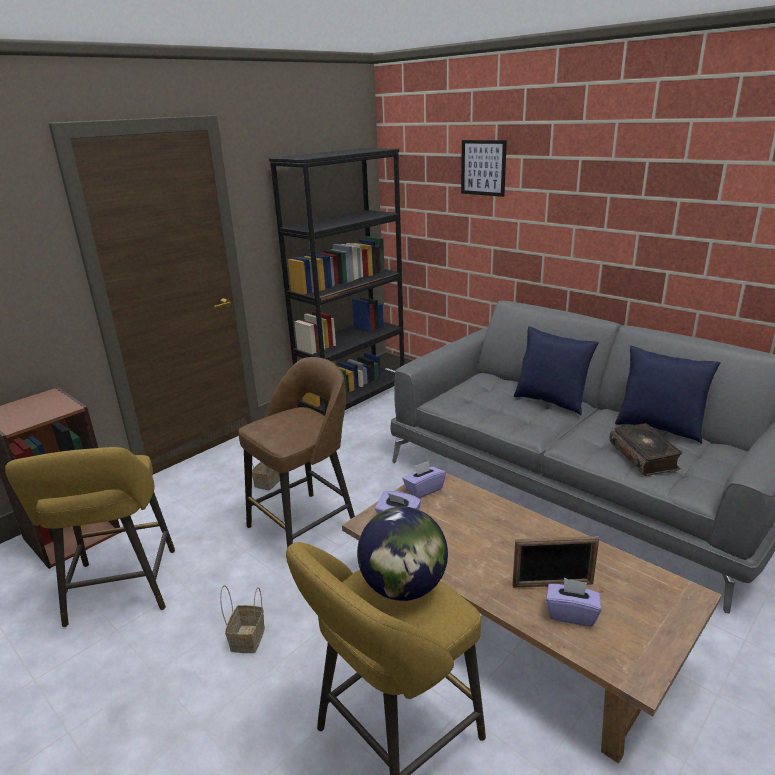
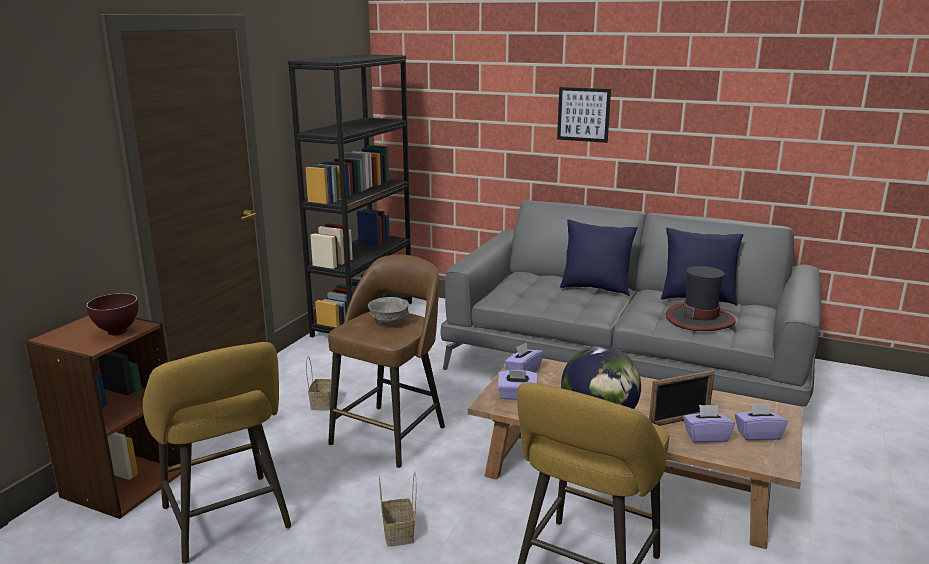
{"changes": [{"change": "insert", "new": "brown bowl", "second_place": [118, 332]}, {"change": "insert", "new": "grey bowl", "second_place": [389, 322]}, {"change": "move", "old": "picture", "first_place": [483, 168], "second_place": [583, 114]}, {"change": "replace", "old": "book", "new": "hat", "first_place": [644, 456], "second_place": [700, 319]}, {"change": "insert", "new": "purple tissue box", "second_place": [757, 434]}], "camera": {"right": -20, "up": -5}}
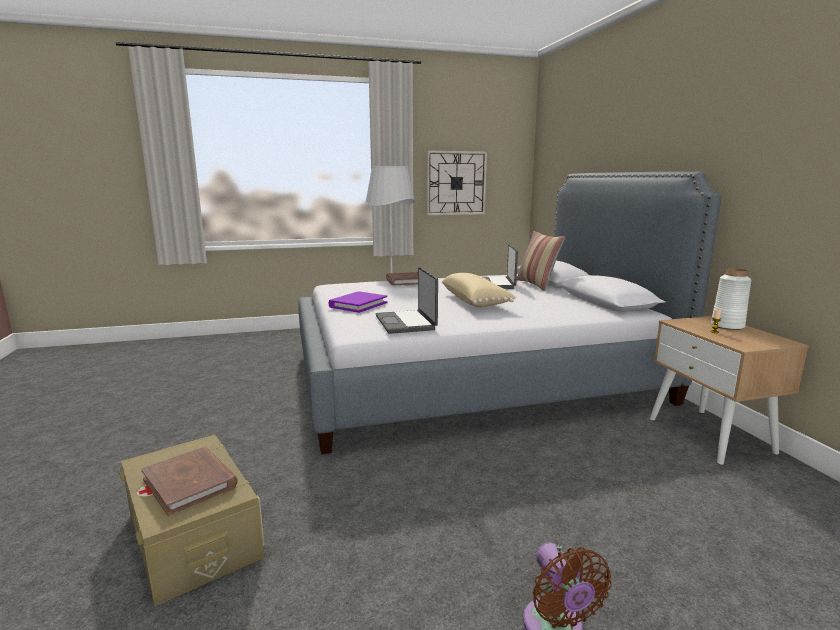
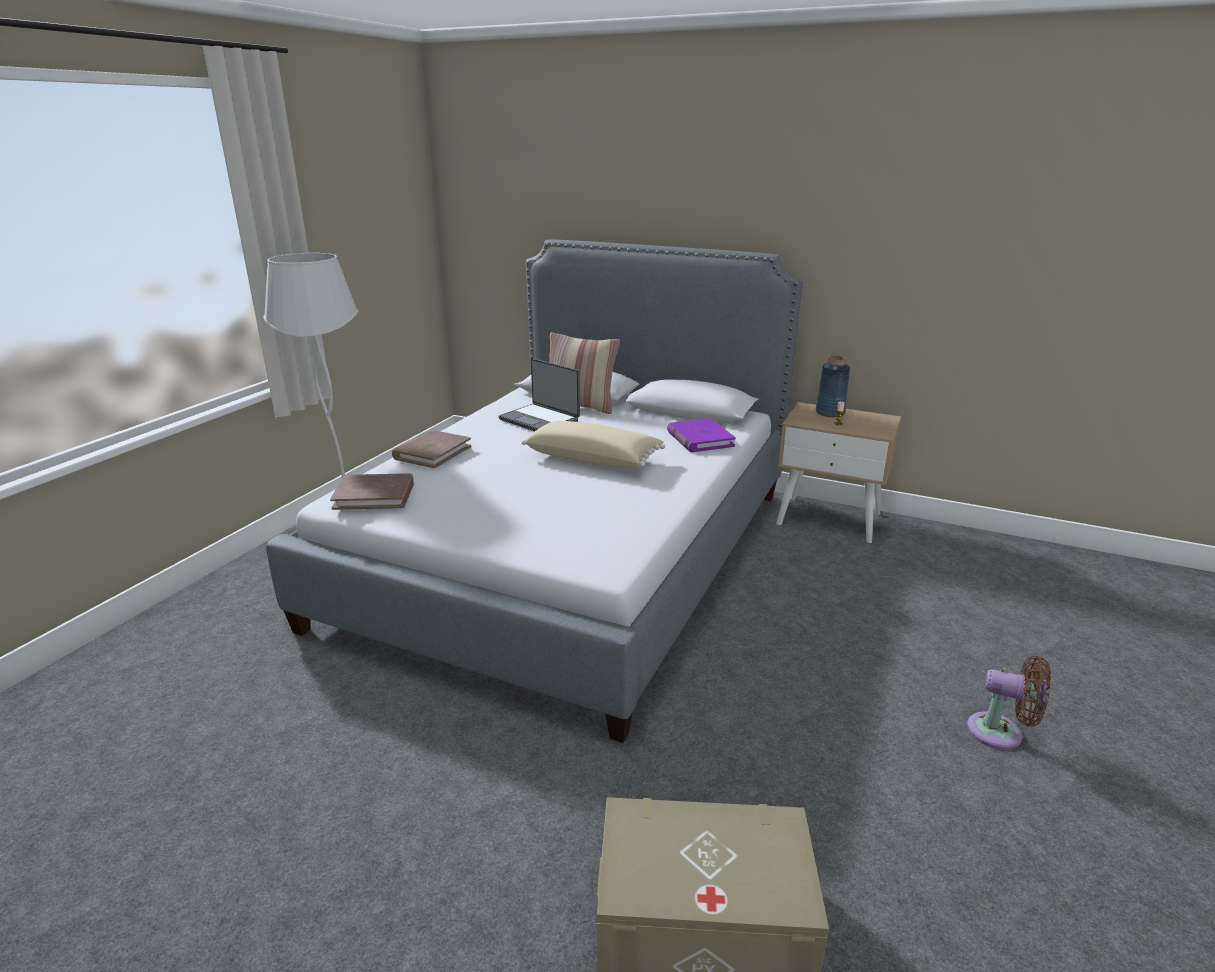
{"changes": [{"change": "move", "old": "brown book", "first_place": [190, 483], "second_place": [374, 495]}, {"change": "move", "old": "purple book", "first_place": [358, 305], "second_place": [699, 439]}, {"change": "recolor", "old": "white vase", "new": "blue vase", "first_place": [727, 326], "second_place": [830, 412]}, {"change": "delete", "old": "laptop", "first_place": [406, 323]}, {"change": "delete", "old": "wall clock", "first_place": [456, 183]}], "camera": {"right": -50, "up": 10}}
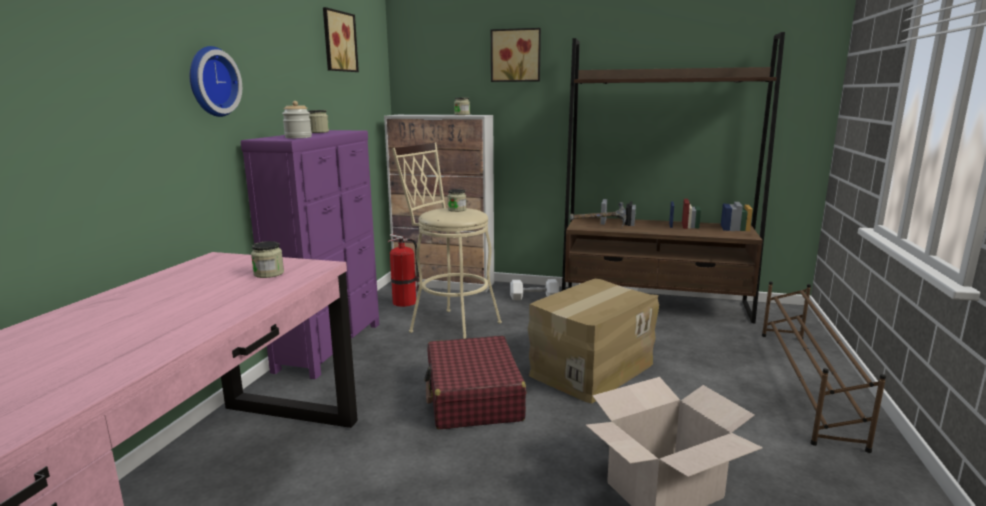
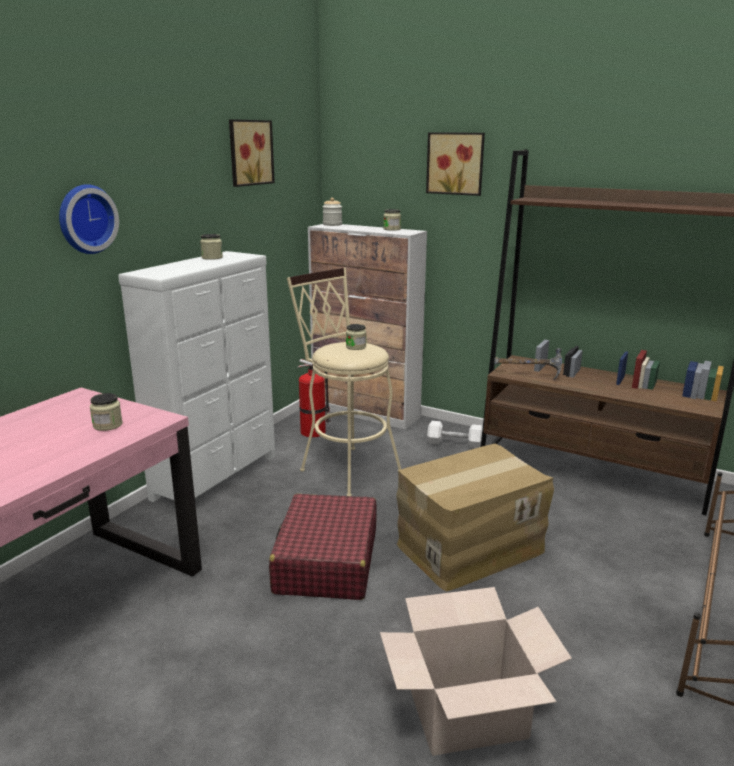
{"changes": [{"change": "recolor", "old": "purple dresser", "new": "white dresser", "first_place": [331, 346], "second_place": [217, 477]}, {"change": "move", "old": "jar", "first_place": [298, 137], "second_place": [332, 224]}], "camera": {"right": 15, "up": 5}}
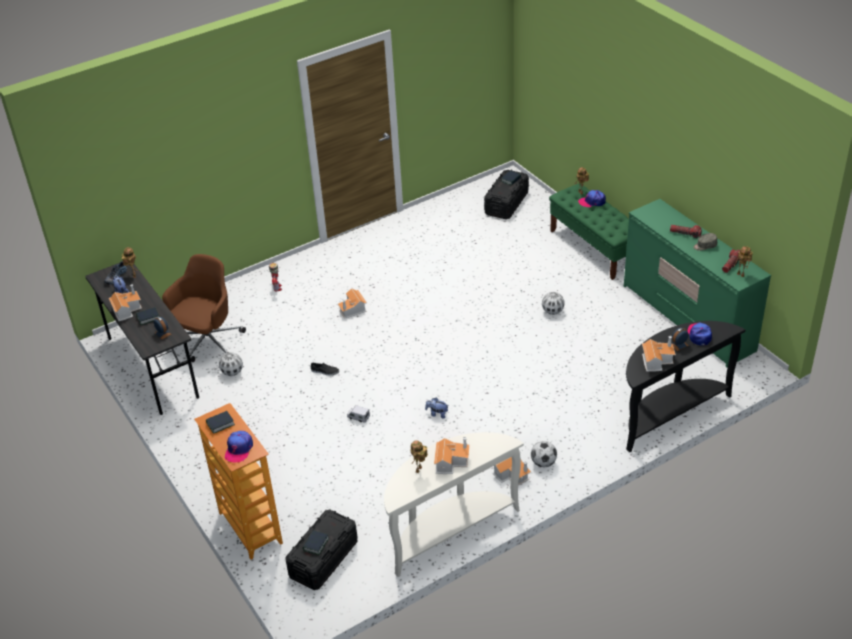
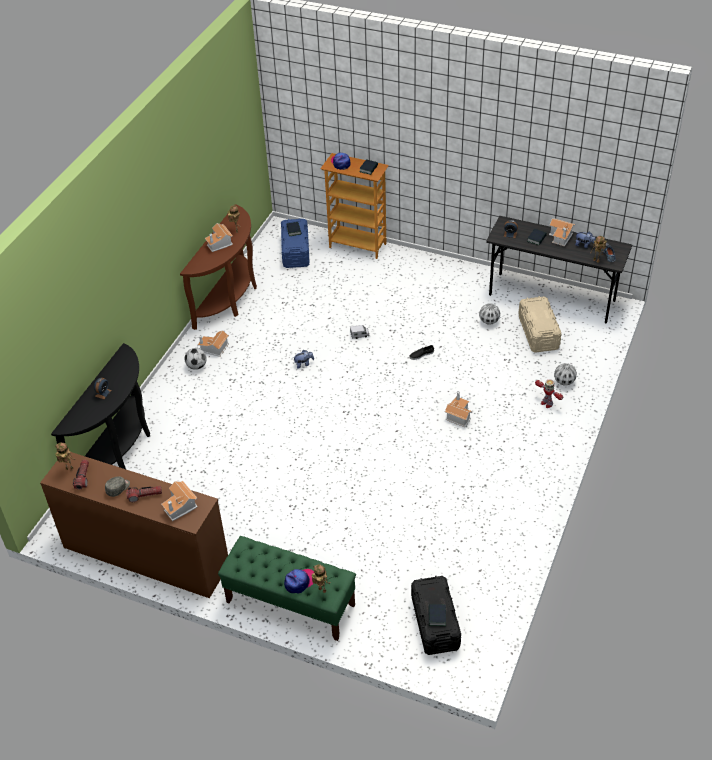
{"changes": [{"change": "recolor", "old": "green dresser", "new": "brown dresser", "first_place": [688, 318], "second_place": [145, 555]}, {"change": "move", "old": "toy house", "first_place": [657, 360], "second_place": [180, 507]}, {"change": "recolor", "old": "white console table", "new": "brown console table", "first_place": [448, 530], "second_place": [231, 298]}, {"change": "recolor", "old": "black storage box", "new": "blue storage box", "first_place": [323, 559], "second_place": [296, 251]}, {"change": "replace", "old": "brown office chair", "new": "beige storage box", "first_place": [207, 342], "second_place": [538, 333]}, {"change": "move", "old": "football", "first_place": [553, 312], "second_place": [564, 382]}, {"change": "delete", "old": "cap", "first_place": [699, 335]}], "camera": {"right": 145, "up": 5}}
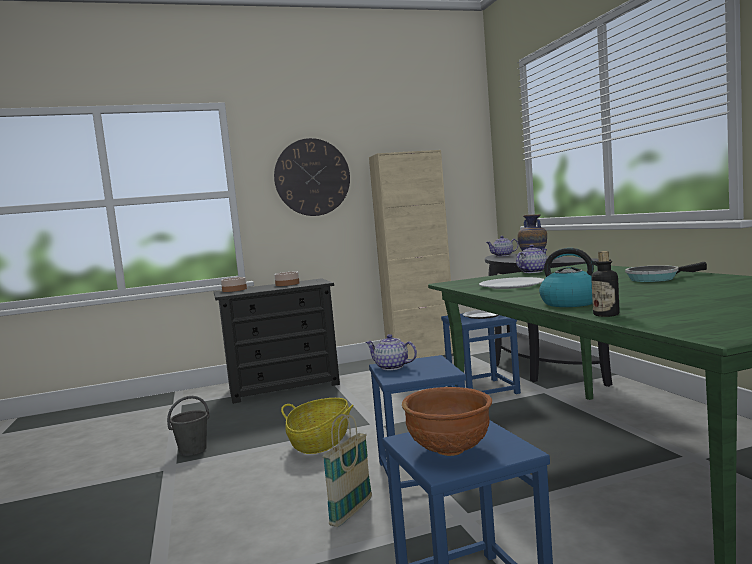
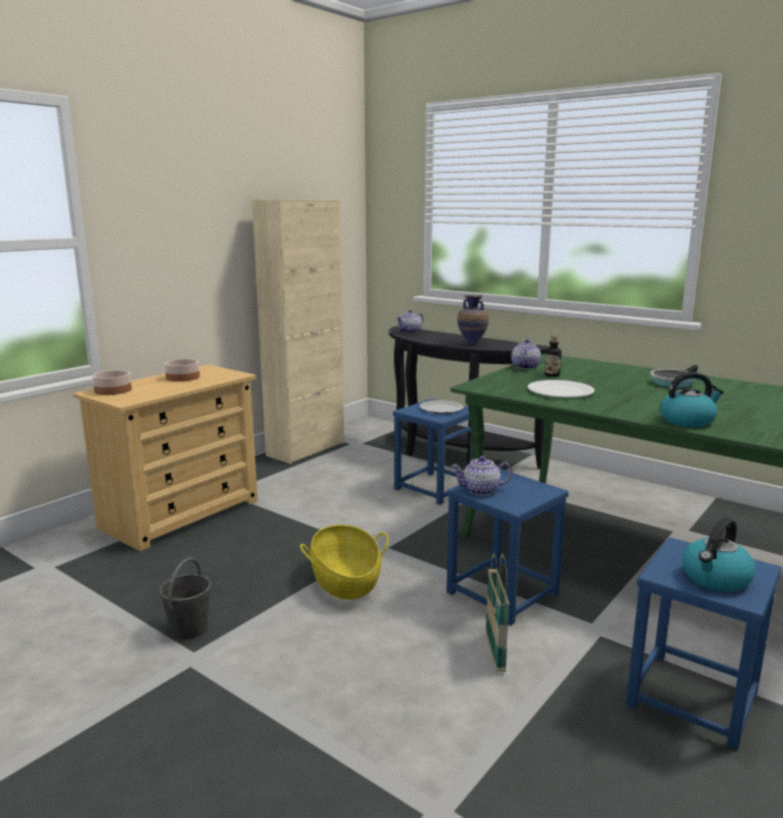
{"changes": [{"change": "recolor", "old": "black dresser", "new": "beige dresser", "first_place": [284, 386], "second_place": [181, 514]}, {"change": "move", "old": "bottle", "first_place": [606, 315], "second_place": [551, 375]}, {"change": "replace", "old": "brown bowl", "new": "kettle", "first_place": [451, 451], "second_place": [715, 579]}, {"change": "delete", "old": "wall clock", "first_place": [312, 177]}], "camera": {"right": -35, "up": 10}}
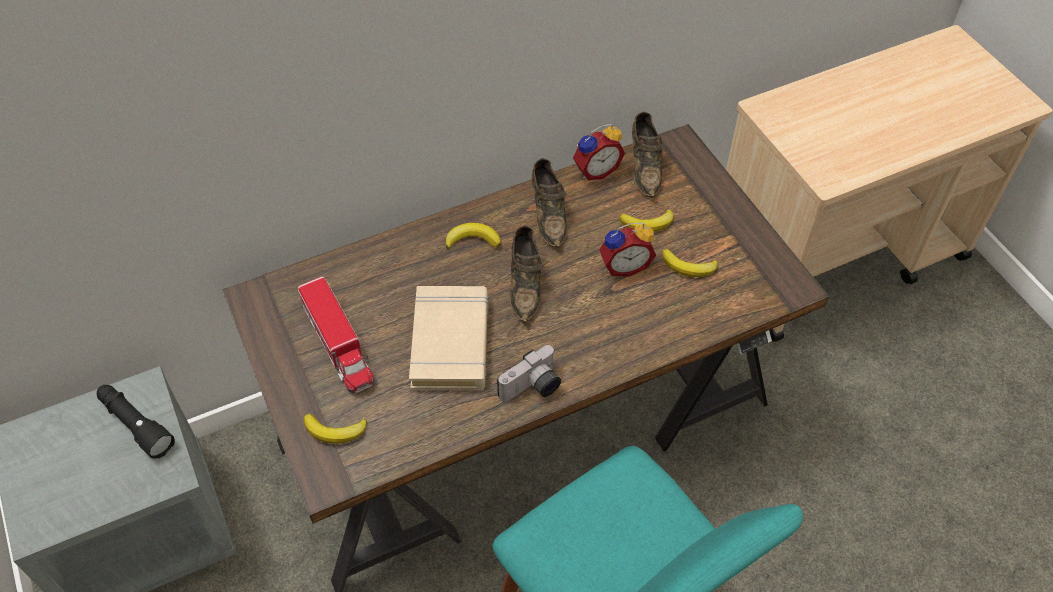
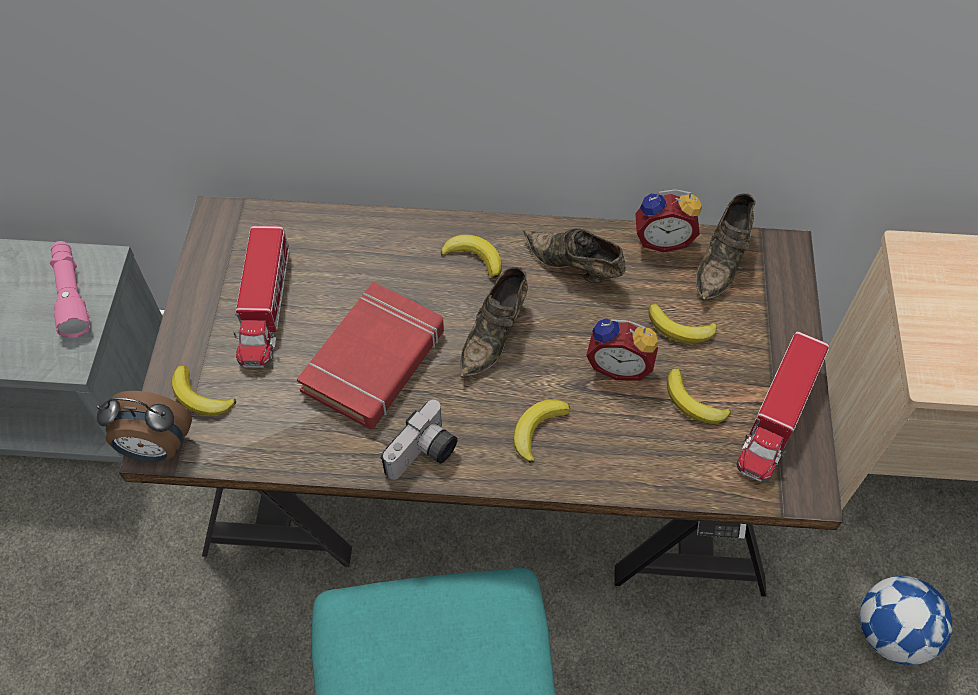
{"changes": [{"change": "recolor", "old": "black flashlight", "new": "pink flashlight", "first_place": [136, 425], "second_place": [72, 294]}, {"change": "insert", "new": "alarm clock", "second_place": [156, 448]}, {"change": "recolor", "old": "beige book", "new": "red book", "first_place": [451, 343], "second_place": [374, 361]}, {"change": "rotate", "old": "photo camera", "first_place": [532, 388], "second_place": [424, 454], "degrees": -45}, {"change": "insert", "new": "banana", "second_place": [537, 429]}, {"change": "rotate", "old": "brown shoe", "first_place": [548, 215], "second_place": [574, 267], "degrees": 105}, {"change": "insert", "new": "toy truck", "second_place": [777, 415]}, {"change": "insert", "new": "football", "second_place": [891, 632]}], "camera": {"right": 30, "up": 5}}
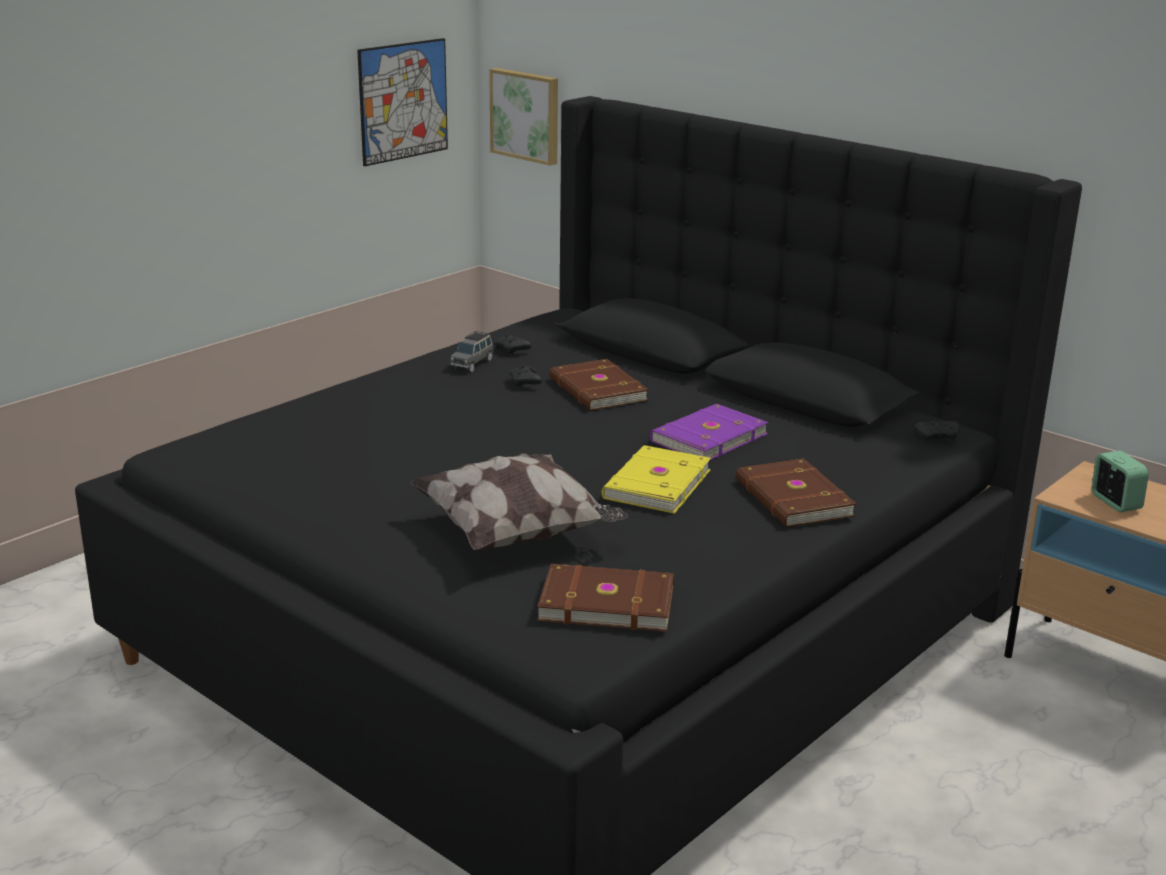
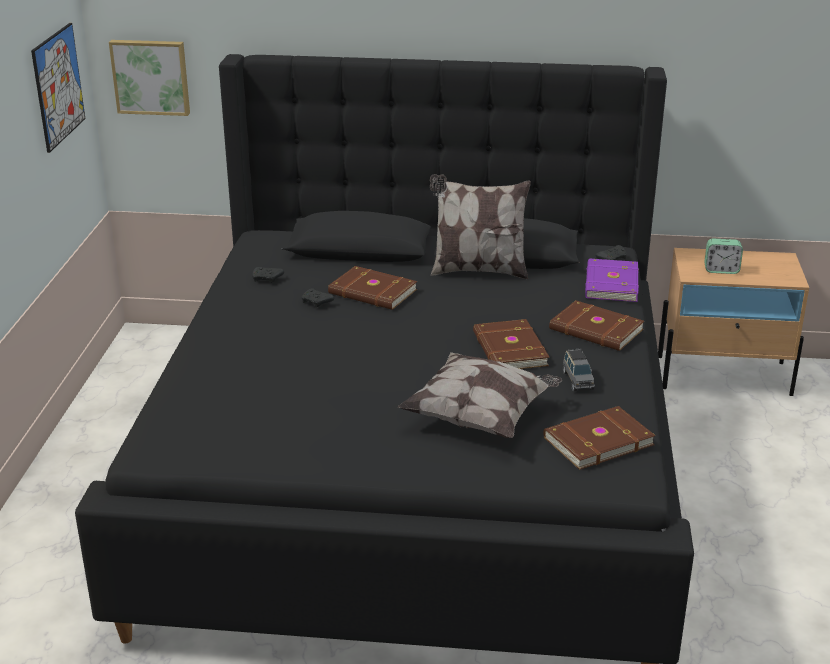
{"changes": [{"change": "insert", "new": "pillow", "second_place": [477, 270]}, {"change": "recolor", "old": "yellow book", "new": "brown book", "first_place": [654, 484], "second_place": [508, 350]}, {"change": "move", "old": "grey toy car", "first_place": [472, 364], "second_place": [577, 380]}, {"change": "move", "old": "purple book", "first_place": [707, 437], "second_place": [610, 284]}, {"change": "rotate", "old": "alarm clock", "first_place": [1115, 502], "second_place": [721, 270], "degrees": 150}], "camera": {"right": -35, "up": 5}}
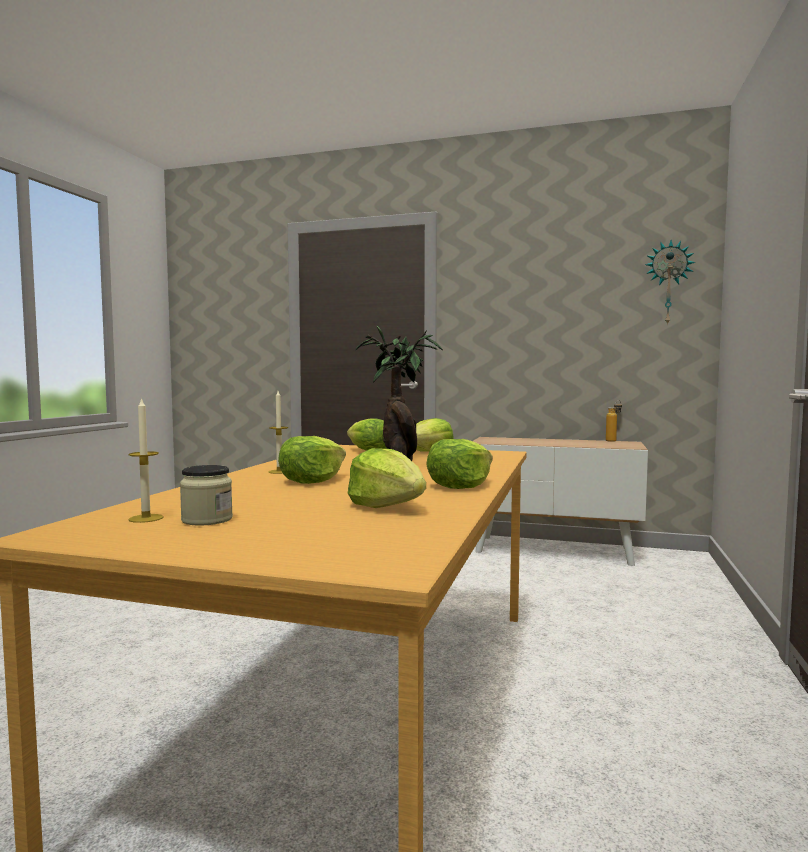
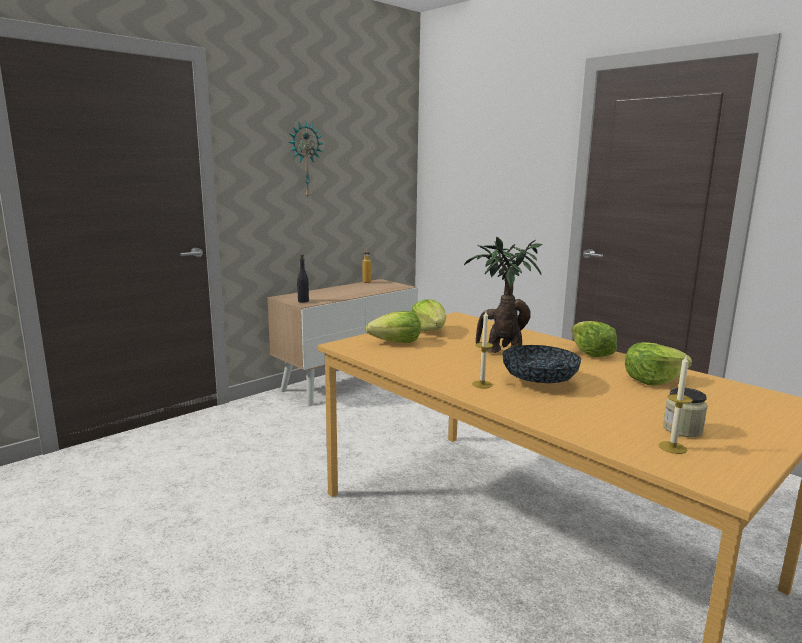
{"changes": [{"change": "move", "old": "wall clock", "first_place": [668, 283], "second_place": [304, 160]}, {"change": "insert", "new": "black bottle", "second_place": [303, 301]}, {"change": "replace", "old": "lettuce", "new": "bowl", "first_place": [312, 480], "second_place": [539, 381]}], "camera": {"right": -60, "up": 10}}
